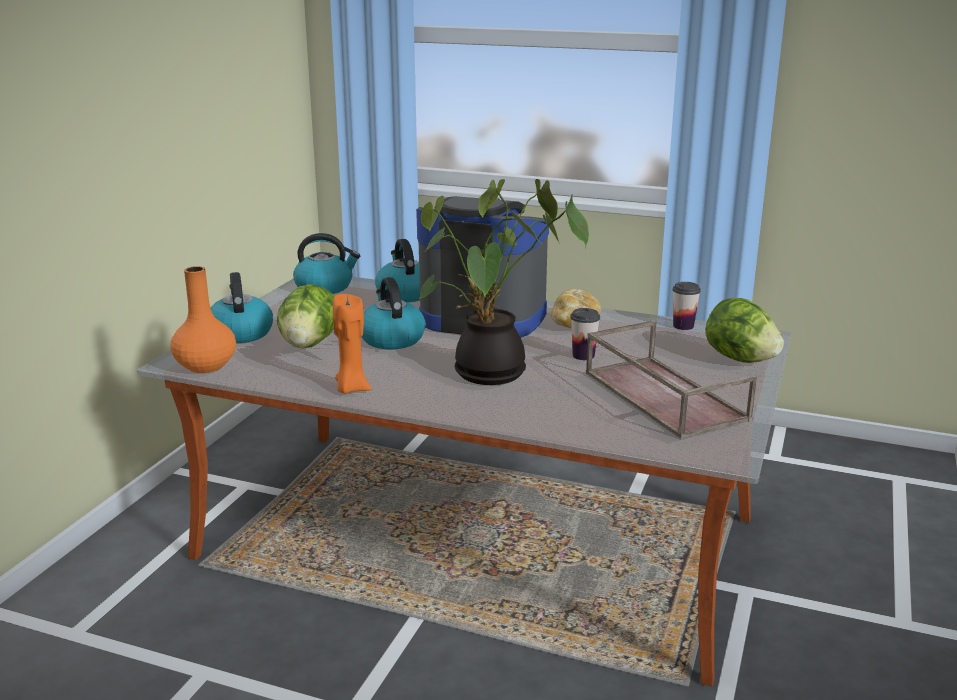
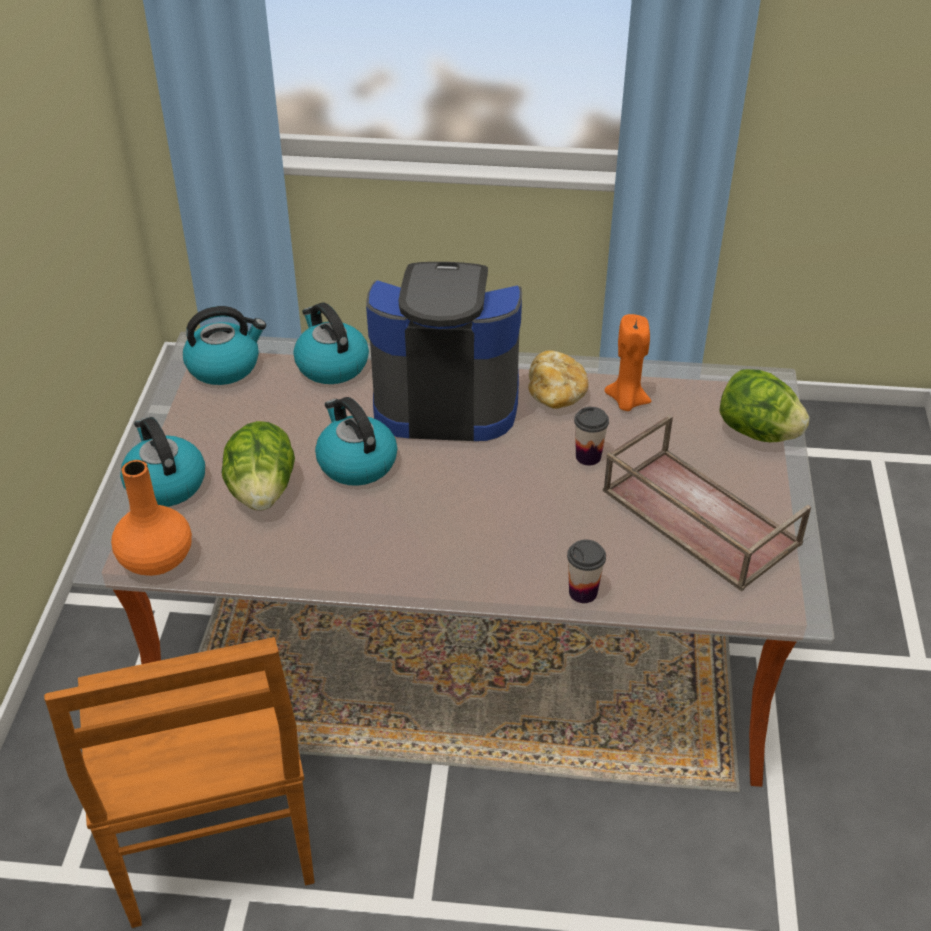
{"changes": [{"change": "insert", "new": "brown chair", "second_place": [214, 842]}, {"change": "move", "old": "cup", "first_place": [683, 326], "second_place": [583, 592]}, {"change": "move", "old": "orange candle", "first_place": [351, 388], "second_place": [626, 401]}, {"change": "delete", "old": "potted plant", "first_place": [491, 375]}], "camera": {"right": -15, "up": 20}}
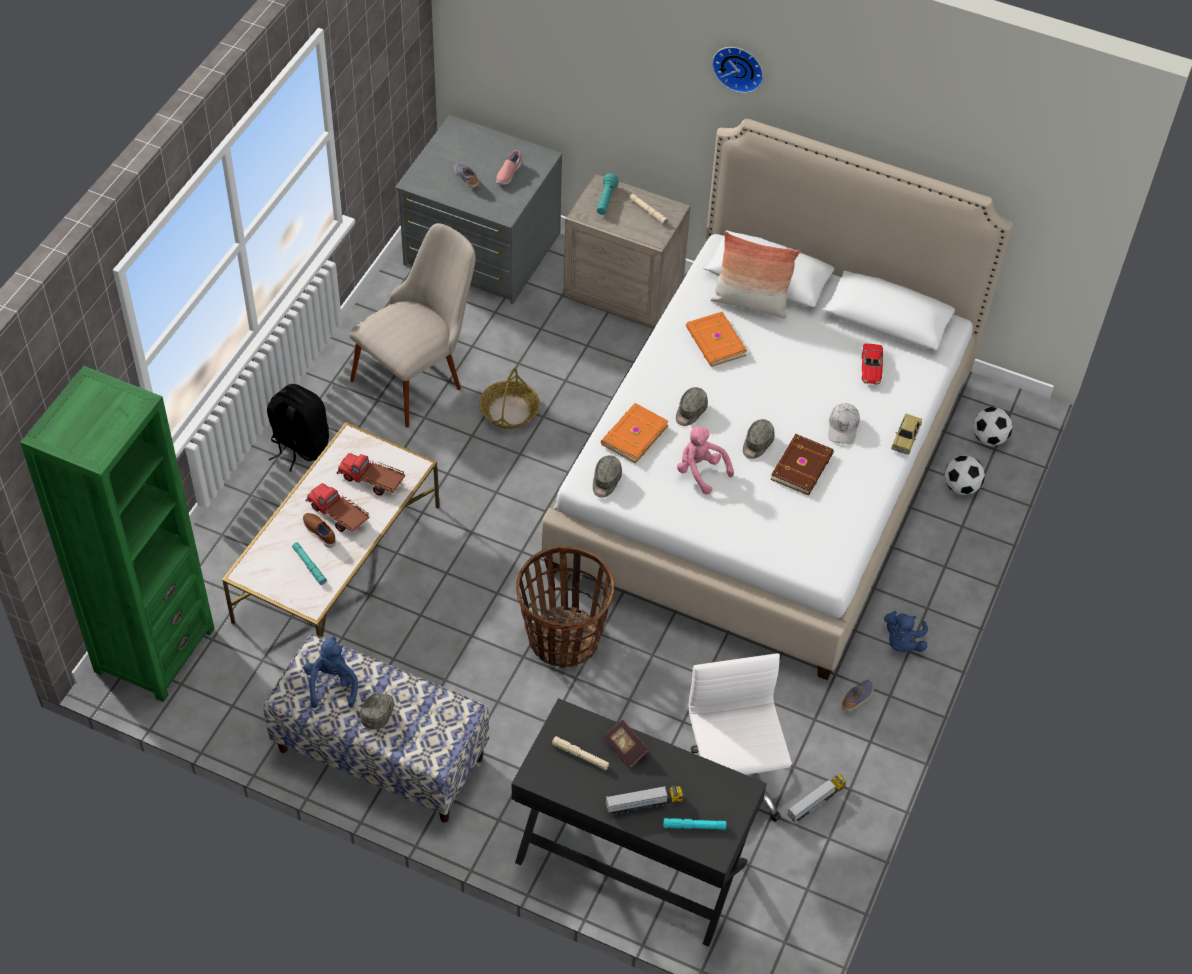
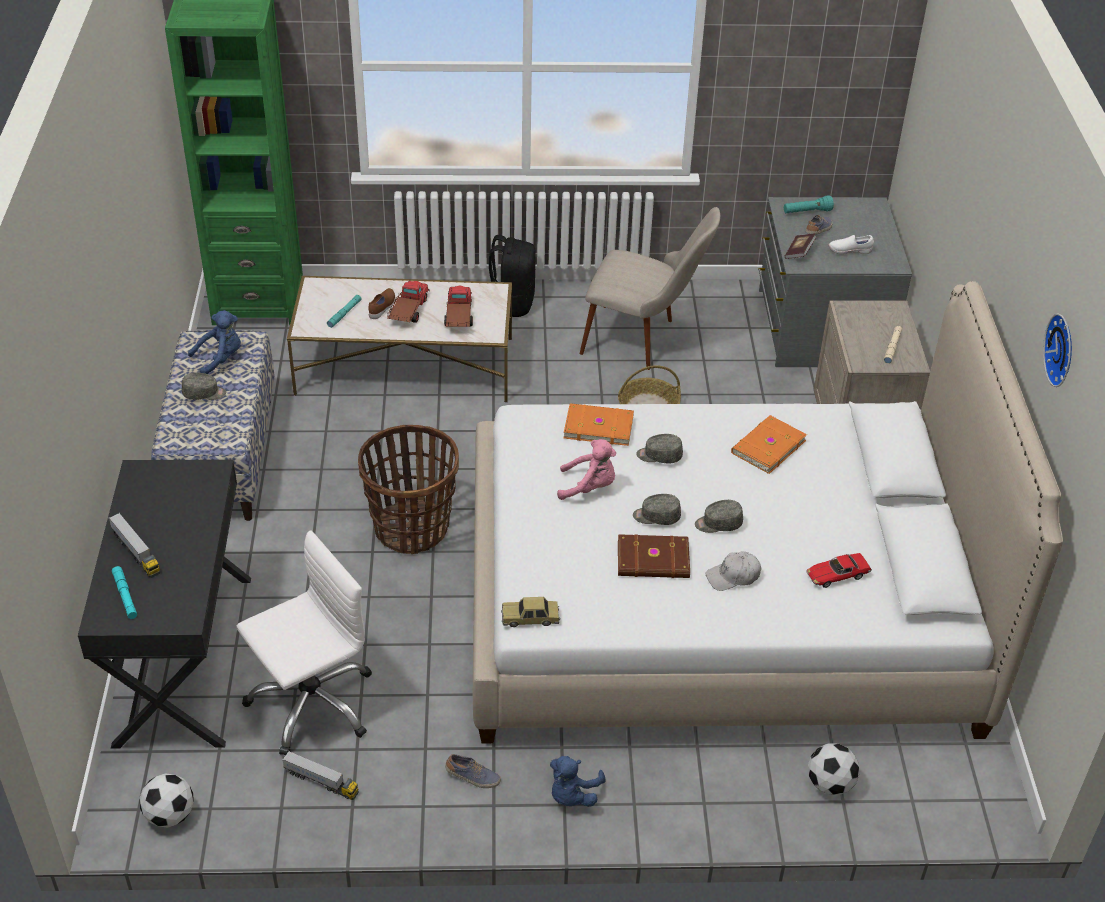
{"changes": [{"change": "move", "old": "football", "first_place": [989, 438], "second_place": [170, 815]}, {"change": "move", "old": "toy car", "first_place": [906, 437], "second_place": [530, 618]}, {"change": "rotate", "old": "blue plush toy", "first_place": [902, 642], "second_place": [572, 794], "degrees": -60}, {"change": "rotate", "old": "pink plush toy", "first_place": [700, 471], "second_place": [589, 487], "degrees": 75}, {"change": "move", "old": "grey cap", "first_place": [606, 481], "second_place": [718, 524]}, {"change": "move", "old": "turquoise flashlight", "first_place": [606, 200], "second_place": [807, 212]}, {"change": "move", "old": "book", "first_place": [625, 748], "second_place": [799, 252]}, {"change": "recolor", "old": "pink shoe", "new": "white shoe", "first_place": [508, 174], "second_place": [849, 251]}, {"change": "move", "old": "wall clock", "first_place": [739, 67], "second_place": [1063, 350]}, {"change": "delete", "old": "beige flashlight", "first_place": [580, 755]}, {"change": "delete", "old": "pillow", "first_place": [750, 303]}], "camera": {"right": 65, "up": -10}}
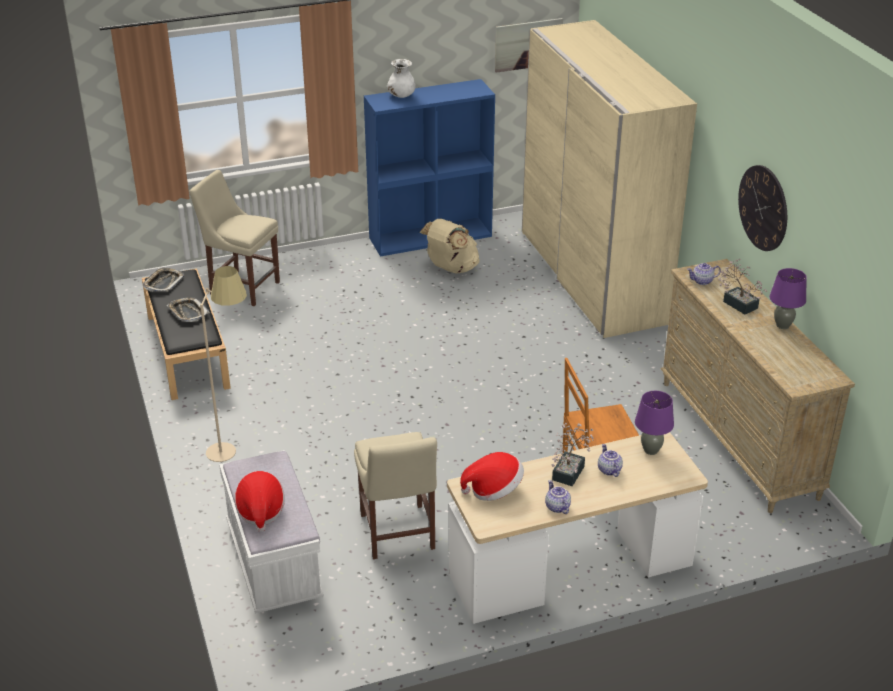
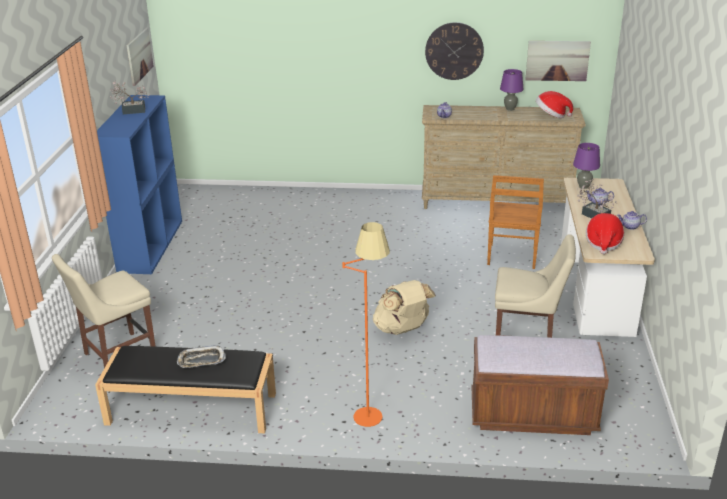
{"changes": [{"change": "move", "old": "potted plant", "first_place": [737, 303], "second_place": [131, 111]}, {"change": "recolor", "old": "beige floor lamp", "new": "orange floor lamp", "first_place": [234, 450], "second_place": [370, 408]}, {"change": "move", "old": "beige backpack", "first_place": [451, 268], "second_place": [402, 329]}, {"change": "recolor", "old": "white bench", "new": "brown bench", "first_place": [273, 562], "second_place": [533, 415]}, {"change": "insert", "new": "picture", "second_place": [557, 60]}, {"change": "move", "old": "hat", "first_place": [260, 511], "second_place": [551, 115]}, {"change": "delete", "old": "tray", "first_place": [163, 283]}, {"change": "delete", "old": "white vase", "first_place": [401, 96]}, {"change": "delete", "old": "beige wardrobe", "first_place": [591, 277]}], "camera": {"right": -65, "up": -5}}
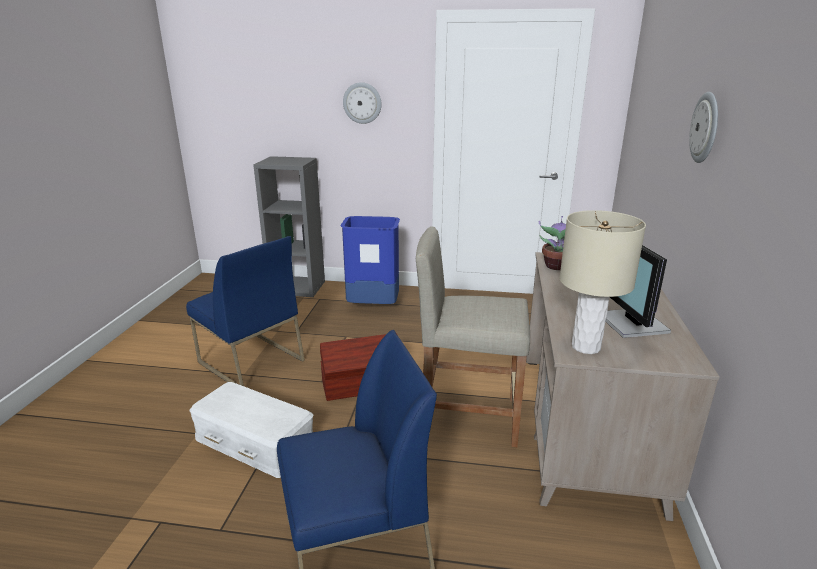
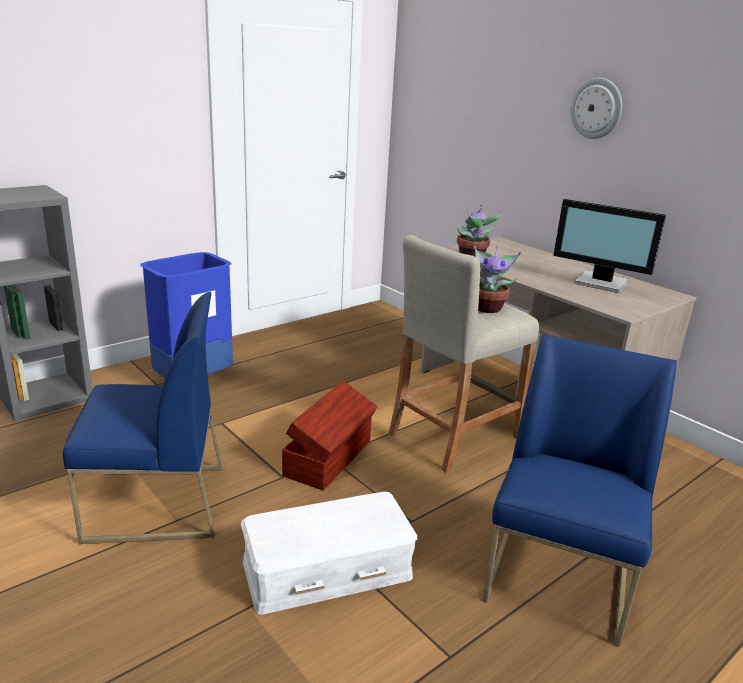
{"changes": [{"change": "insert", "new": "potted plant", "second_place": [488, 308]}, {"change": "delete", "old": "wall clock", "first_place": [362, 103]}, {"change": "delete", "old": "beige table lamp", "first_place": [585, 347]}], "camera": {"right": -50, "up": 0}}
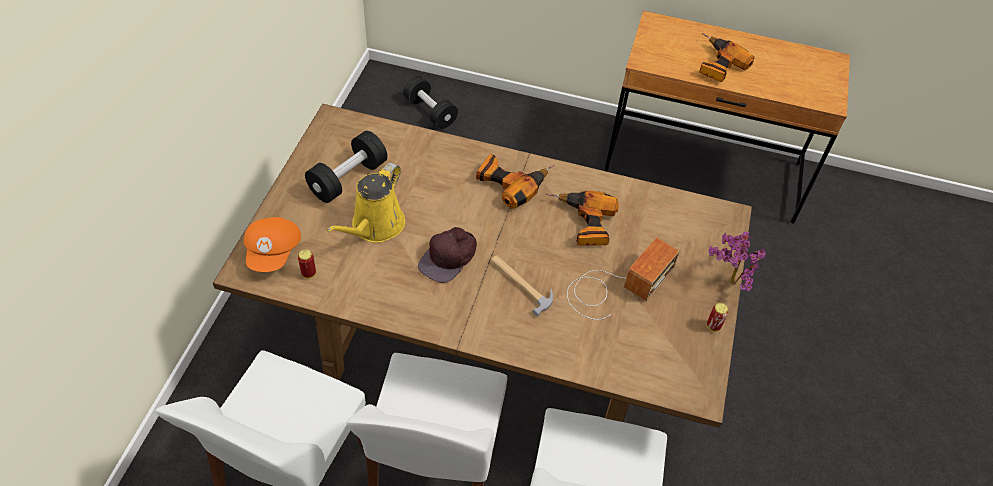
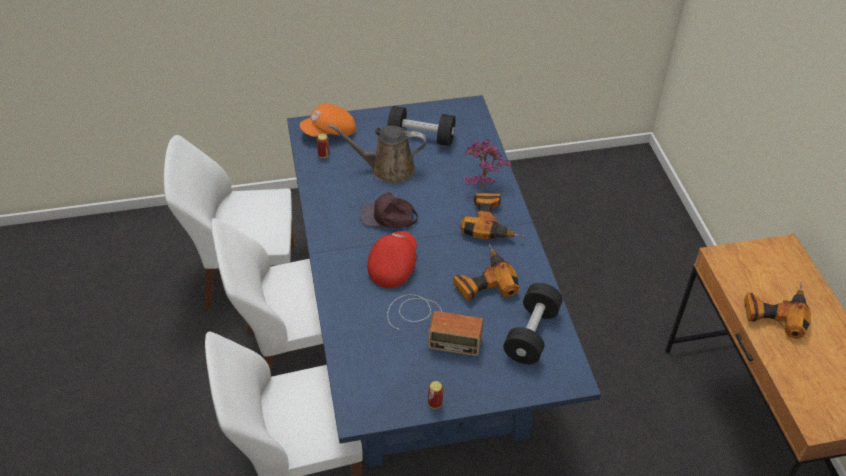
{"changes": [{"change": "recolor", "old": "brown dining table", "new": "blue dining table", "first_place": [490, 346], "second_place": [421, 343]}, {"change": "recolor", "old": "yellow watering can", "new": "brown watering can", "first_place": [375, 227], "second_place": [387, 168]}, {"change": "replace", "old": "hammer", "new": "red cap", "first_place": [521, 283], "second_place": [392, 266]}, {"change": "move", "old": "potted plant", "first_place": [727, 280], "second_place": [481, 185]}, {"change": "move", "old": "black dumbbell", "first_place": [430, 111], "second_place": [531, 334]}], "camera": {"right": 65, "up": -5}}
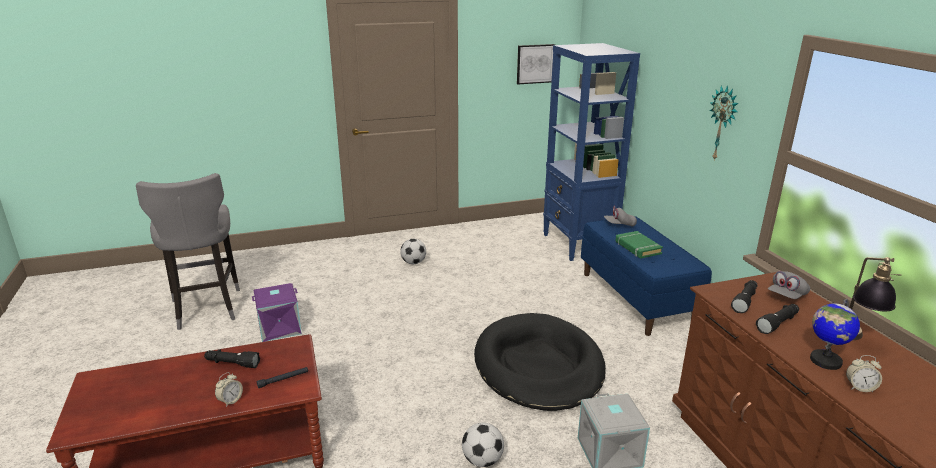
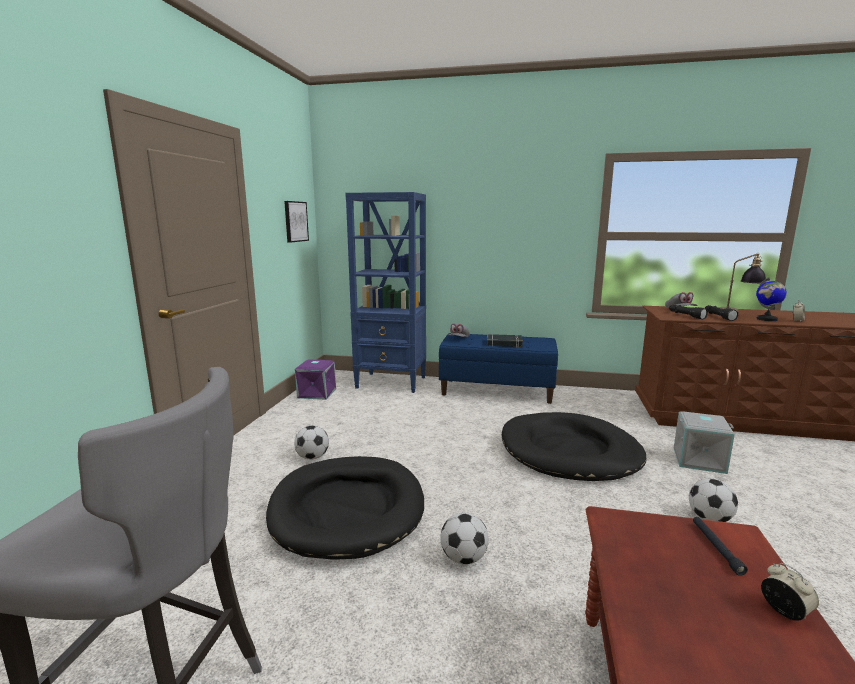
{"changes": [{"change": "insert", "new": "black dog bed", "second_place": [347, 509]}, {"change": "move", "old": "purple storage box", "first_place": [279, 328], "second_place": [317, 393]}, {"change": "insert", "new": "football", "second_place": [463, 558]}, {"change": "recolor", "old": "green book", "new": "black book", "first_place": [637, 248], "second_place": [504, 344]}, {"change": "delete", "old": "black flashlight", "first_place": [232, 364]}, {"change": "delete", "old": "wall clock", "first_place": [723, 123]}], "camera": {"right": -60, "up": -10}}
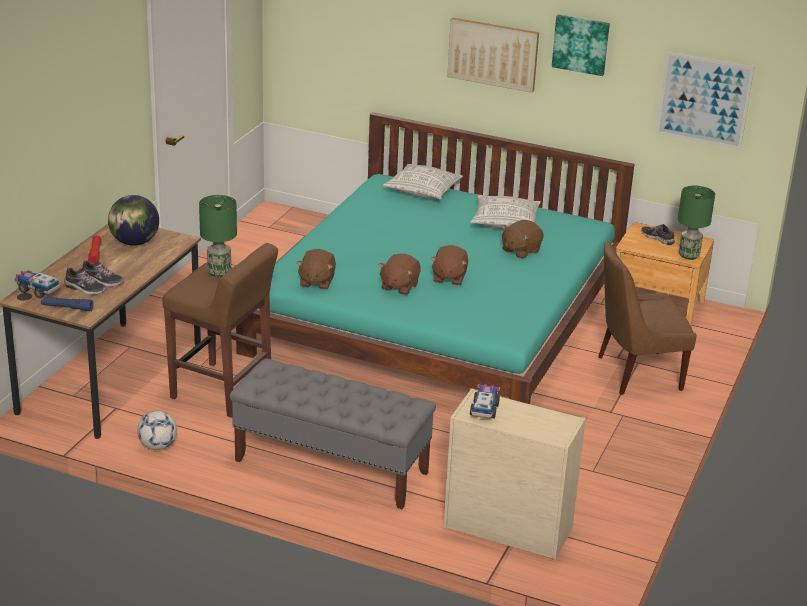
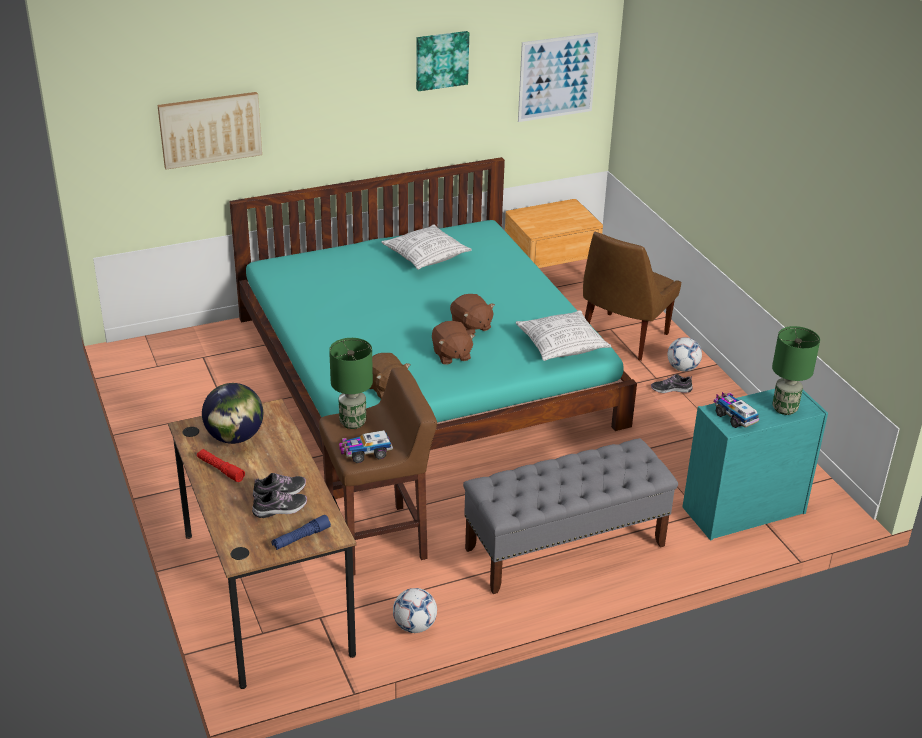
{"changes": [{"change": "move", "old": "picture", "first_place": [493, 54], "second_place": [210, 129]}, {"change": "move", "old": "toy truck", "first_place": [37, 290], "second_place": [365, 453]}, {"change": "move", "old": "pillow", "first_place": [423, 191], "second_place": [562, 345]}, {"change": "move", "old": "shoe", "first_place": [657, 238], "second_place": [671, 389]}, {"change": "insert", "new": "football", "second_place": [682, 368]}, {"change": "recolor", "old": "beige dresser", "new": "turquoise dresser", "first_place": [506, 527], "second_place": [742, 511]}, {"change": "move", "old": "green table lamp", "first_place": [688, 255], "second_place": [784, 409]}, {"change": "delete", "old": "brown plush toy", "first_place": [520, 251]}], "camera": {"right": -45, "up": 5}}
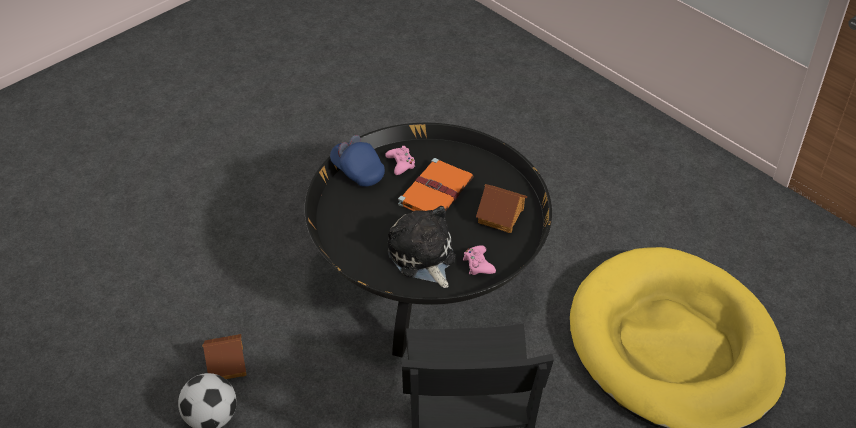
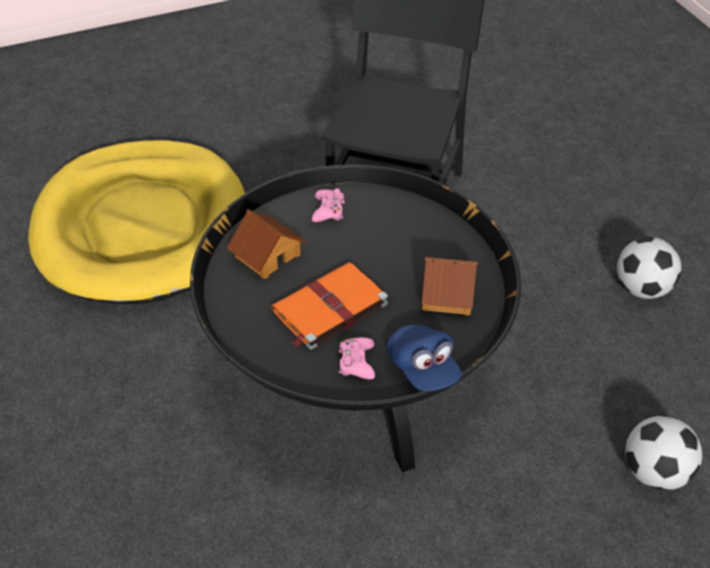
{"changes": [{"change": "move", "old": "toy house", "first_place": [227, 363], "second_place": [446, 294]}, {"change": "insert", "new": "football", "second_place": [655, 473]}, {"change": "delete", "old": "plush toy", "first_place": [423, 257]}], "camera": {"right": -160, "up": 0}}
